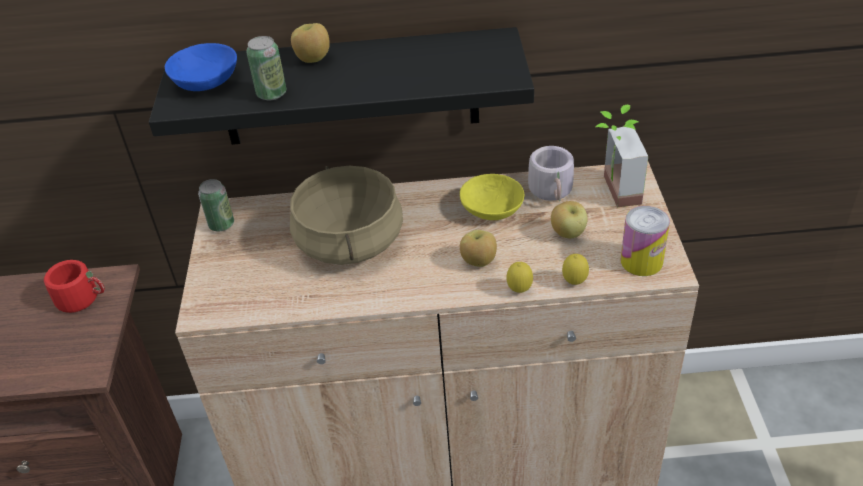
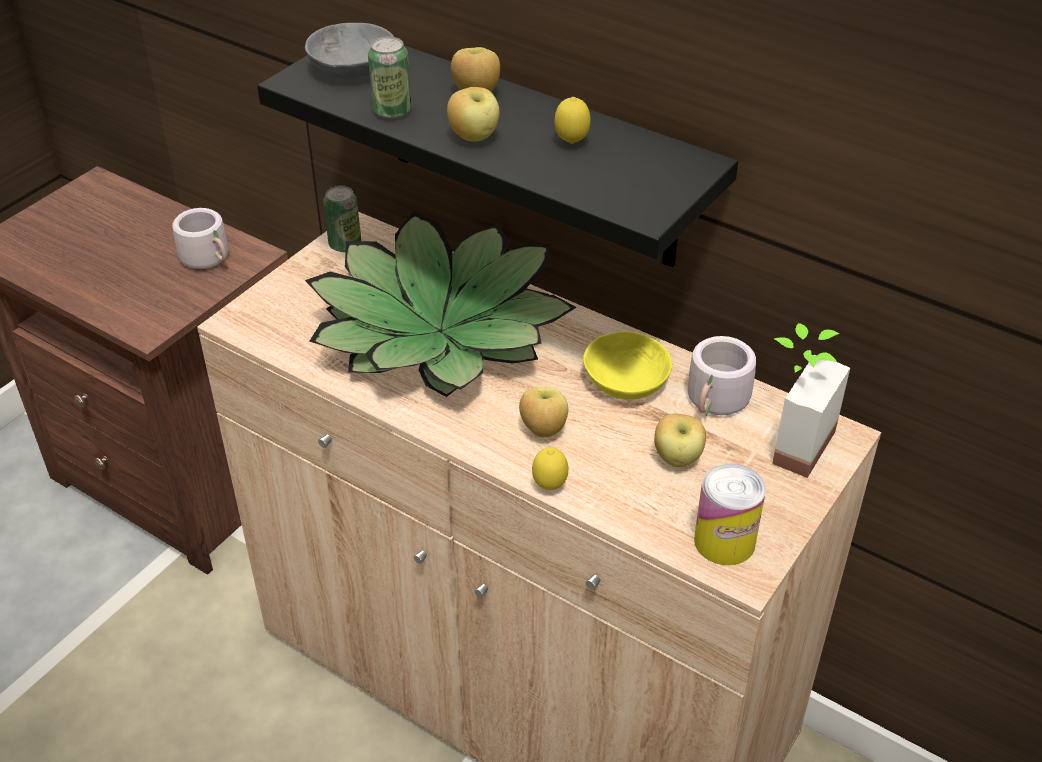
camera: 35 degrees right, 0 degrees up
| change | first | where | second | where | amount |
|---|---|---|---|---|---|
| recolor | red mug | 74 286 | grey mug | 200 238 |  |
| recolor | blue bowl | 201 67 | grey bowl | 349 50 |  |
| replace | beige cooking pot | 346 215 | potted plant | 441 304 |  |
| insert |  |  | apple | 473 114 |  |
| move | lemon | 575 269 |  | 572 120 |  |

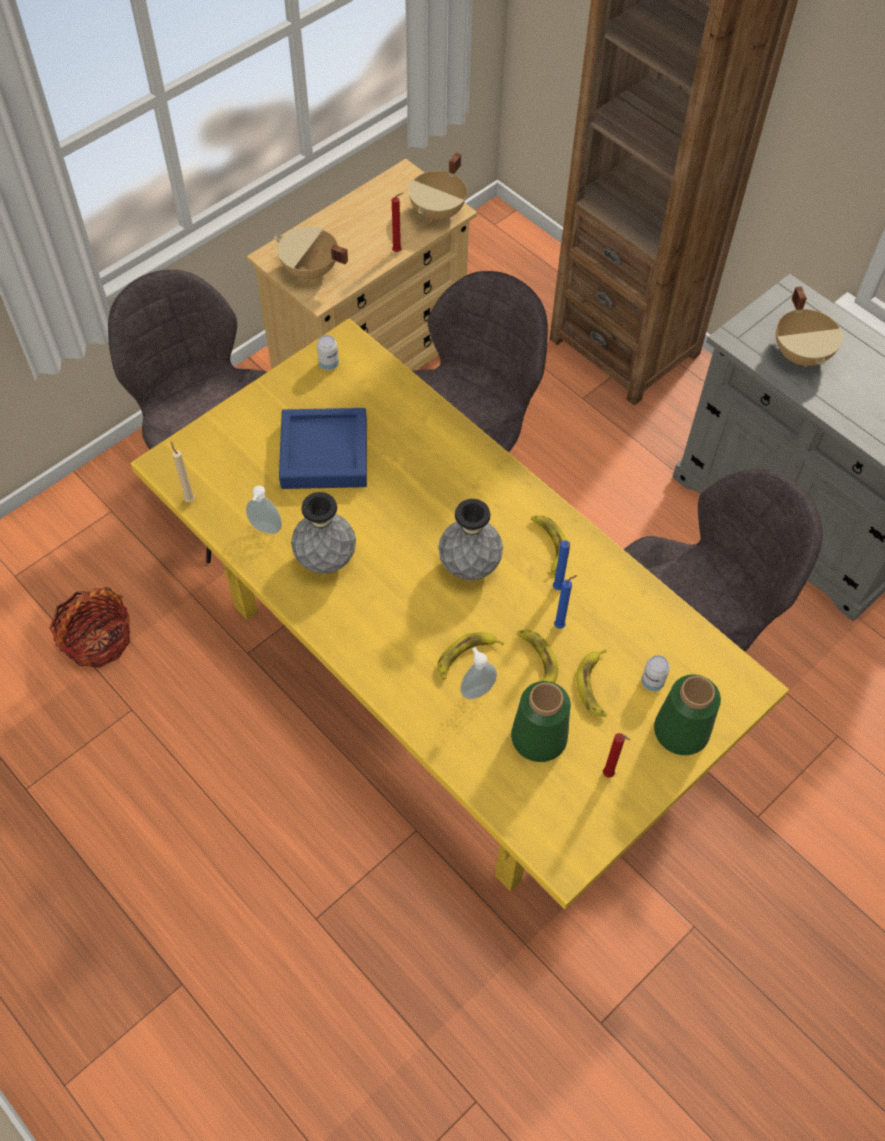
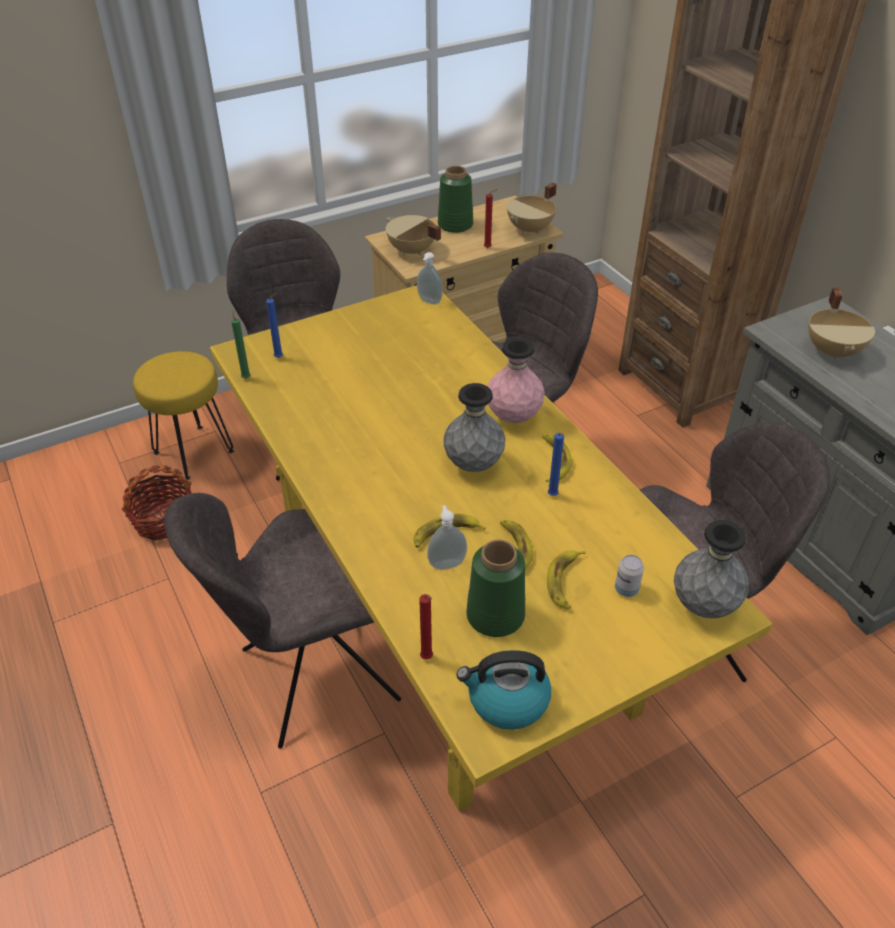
camera: 15 degrees right, 15 degrees down
| change | first | where | second | where | amount |
|---|---|---|---|---|---|
| insert |  |  | yellow stool | 183 415 |  |
| insert |  |  | grey chair | 282 621 |  |
| recolor | beige candle | 183 472 | green candle | 241 344 |  |
| move | blue candle | 566 602 |  | 274 325 |  |
| move | soap dispenser | 264 510 |  | 430 278 |  |
| move | red candle | 616 755 |  | 426 627 |  |
| move | green vase | 687 714 |  | 455 199 |  |
| insert |  |  | kettle | 503 690 |  |
| insert |  |  | pink vase | 516 380 |  |
| move | grey vase | 323 533 |  | 711 569 |  |
| delete | blue tray | 323 448 |  |  |  |
| delete | can | 328 352 |  |  |  |

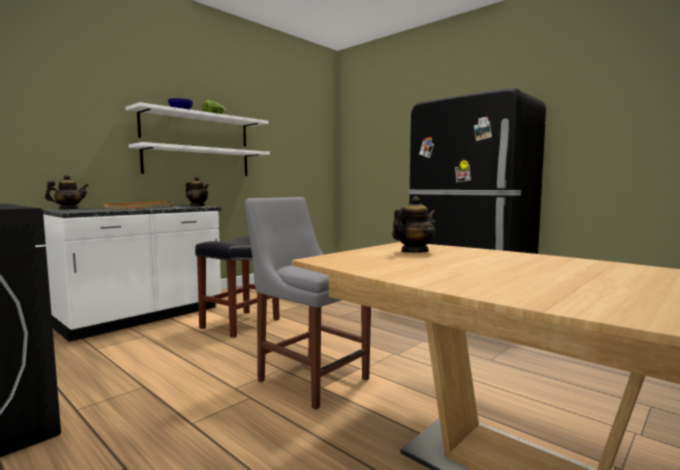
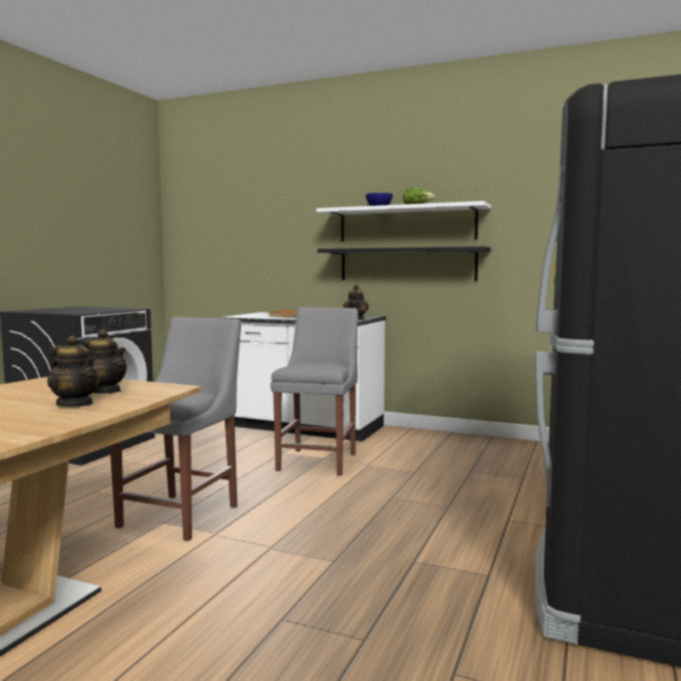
camera: 70 degrees right, 0 degrees up
| change | first | where | second | where | amount |
|---|---|---|---|---|---|
| move | teapot | 67 192 |  | 73 371 |  |
| replace | black stool | 237 287 | grey chair | 314 391 |  |
| recolor | white shelf | 199 159 | black shelf | 404 263 |  |

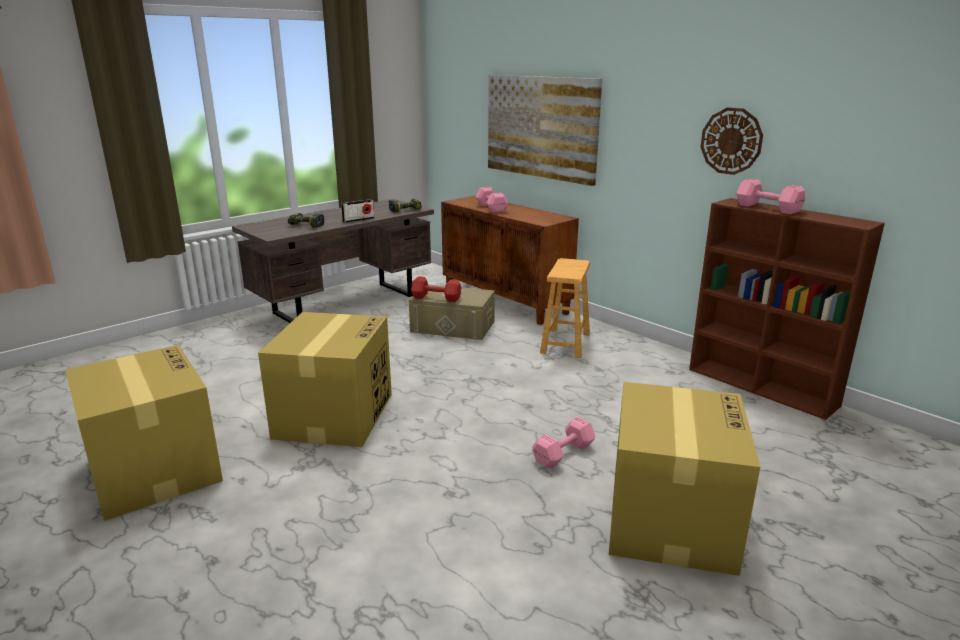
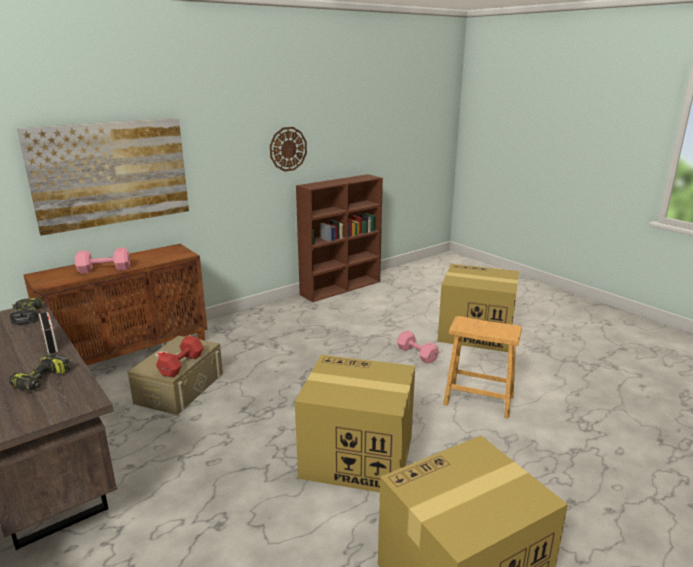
camera: 85 degrees left, 0 degrees up
| change | first | where | second | where | amount |
|---|---|---|---|---|---|
| move | brown stool | 565 308 |  | 482 367 |  |
| delete | pink dumbbell | 771 196 |  |  |  |

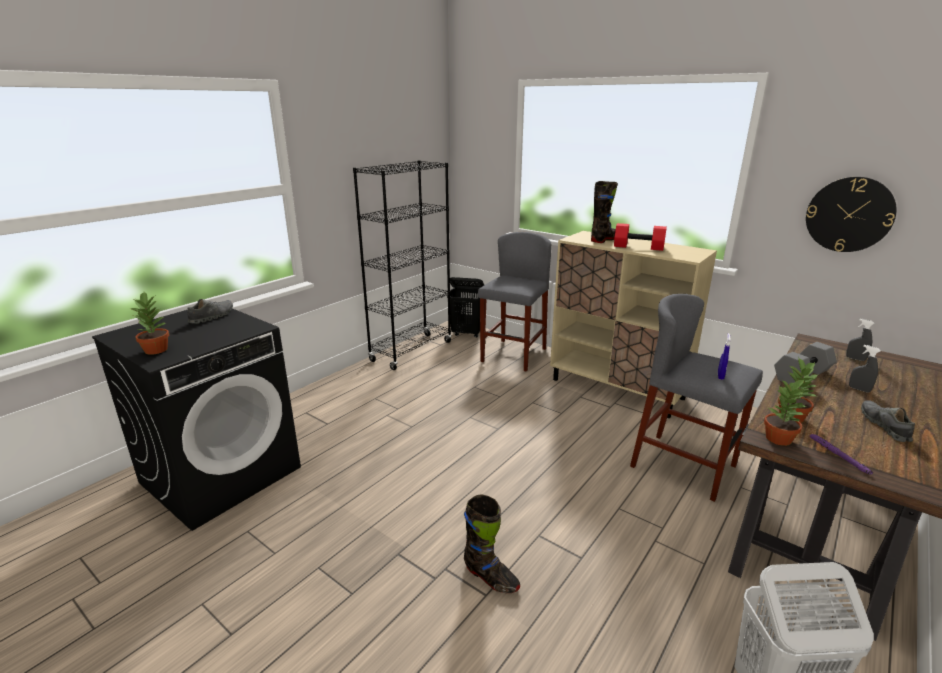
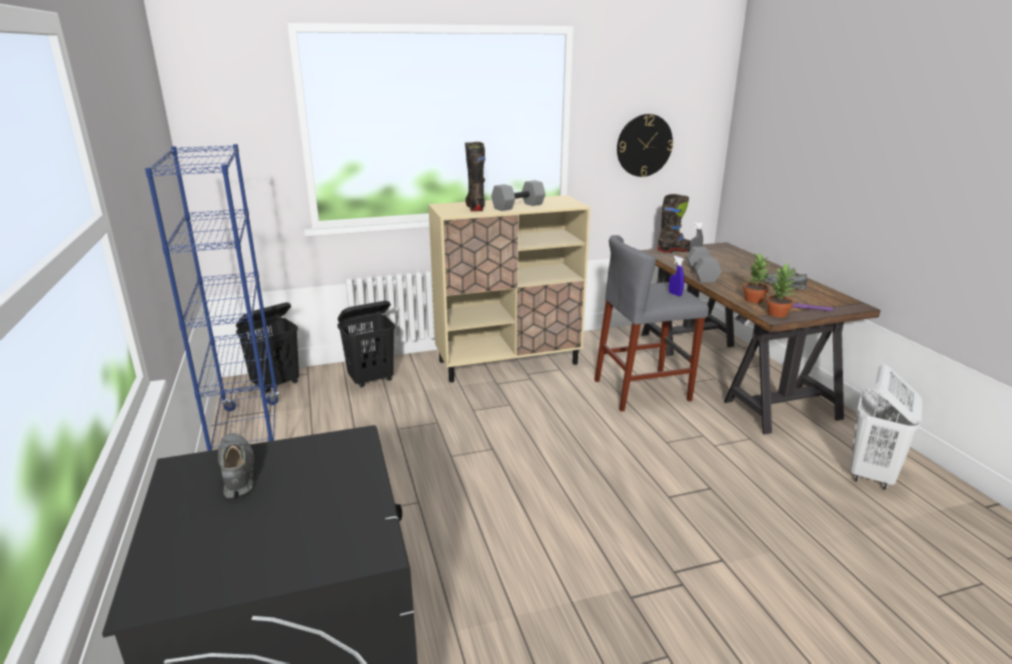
camera: 55 degrees left, 0 degrees up
| change | first | where | second | where | amount |
|---|---|---|---|---|---|
| recolor | black bookcase | 402 265 | blue bookcase | 212 297 |  |
| replace | grey stool | 514 302 | black laundry basket | 366 344 |  |
| recolor | red dumbbell | 640 237 | grey dumbbell | 518 195 |  |
| move | black boot | 492 543 |  | 674 223 |  |
| delete | potted plant | 149 323 |  |  |  |
| delete | grey spray bottle | 865 369 |  |  |  |

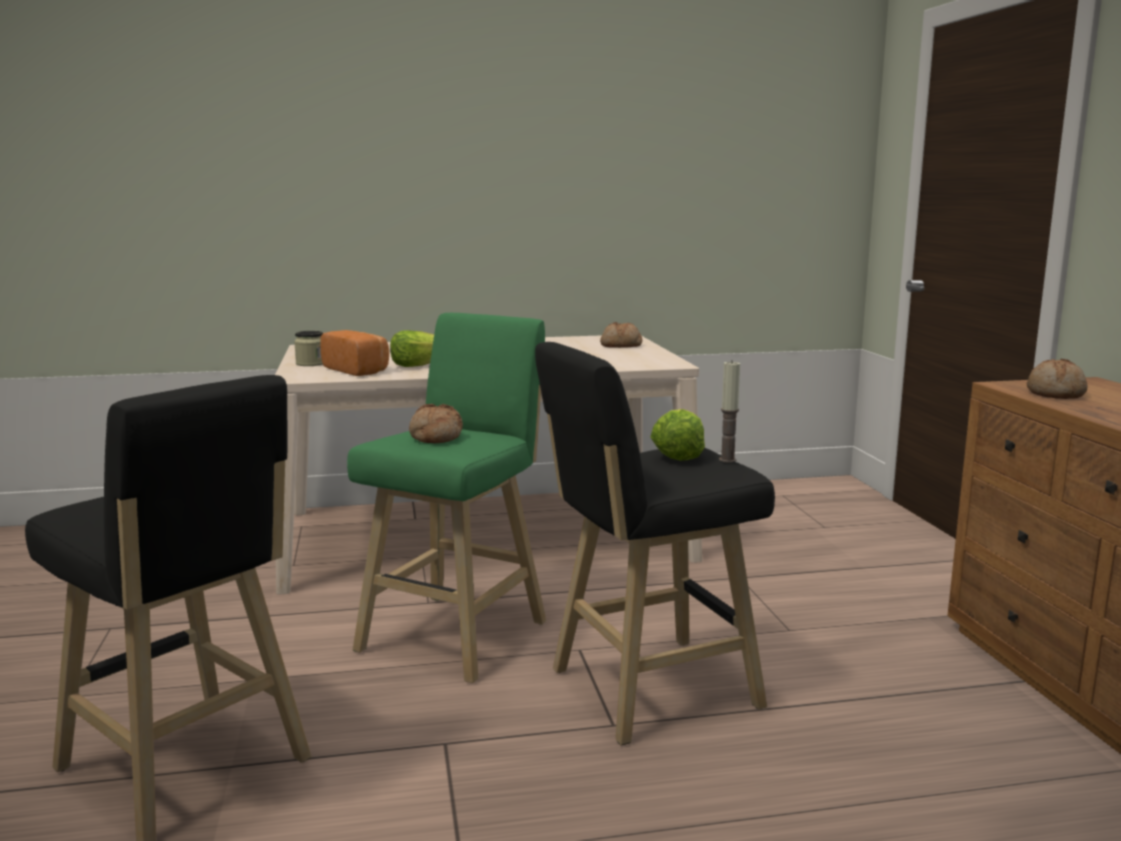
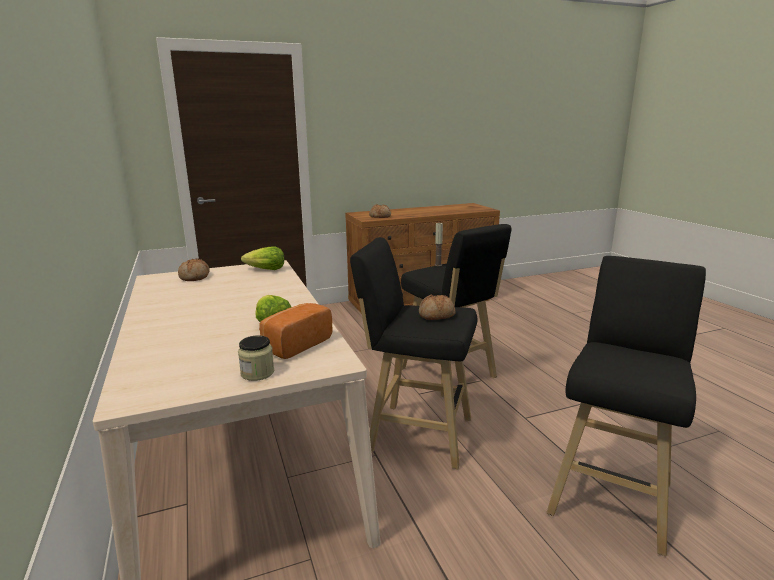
camera: 100 degrees left, 5 degrees up
| change | first | where | second | where | amount |
|---|---|---|---|---|---|
| move | lettuce | 677 435 |  | 262 258 |  |
| recolor | green stool | 446 498 | black stool | 413 353 |  |

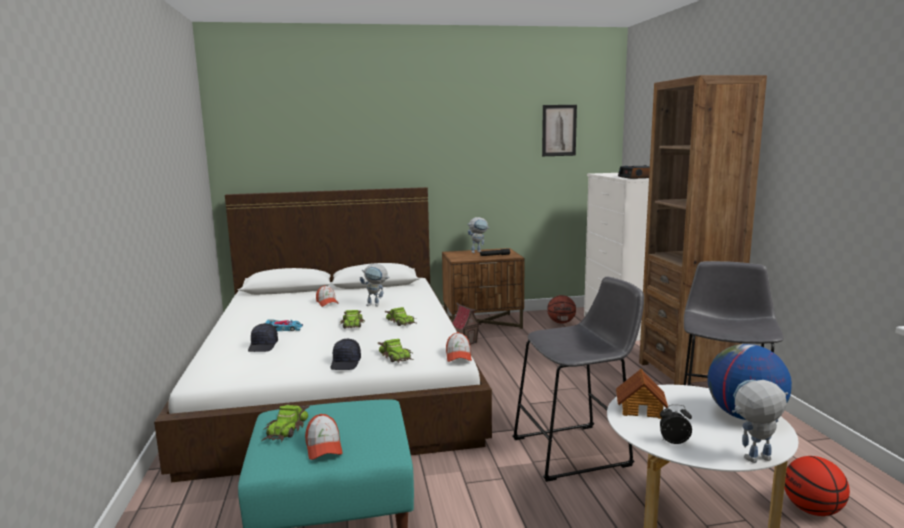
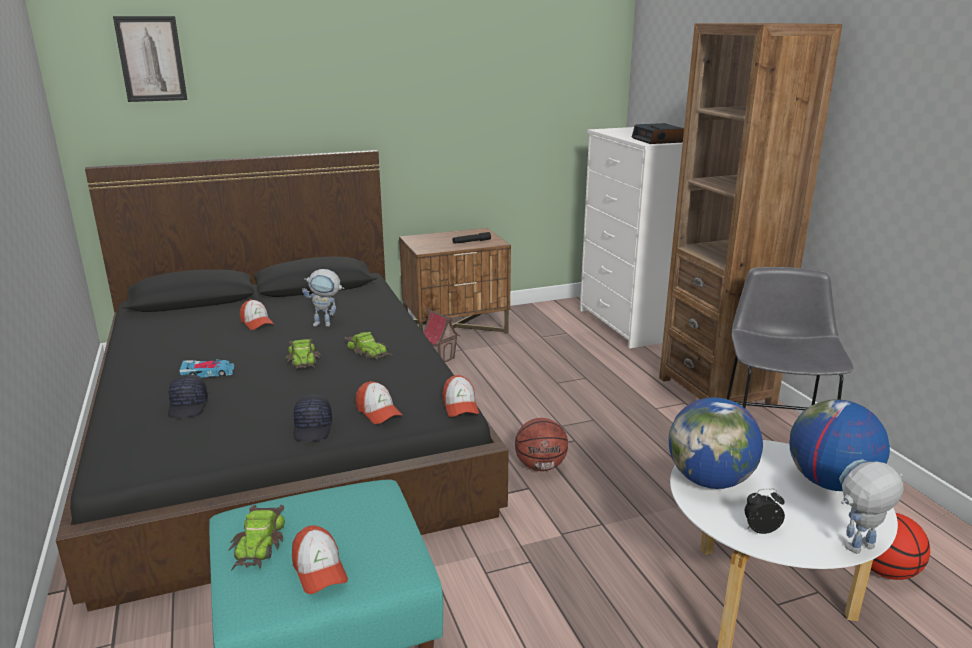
camera: 10 degrees left, 10 degrees up
| change | first | where | second | where | amount |
|---|---|---|---|---|---|
| recolor | white bed | 323 334 | black bed | 282 381 |  |
| move | picture | 559 130 |  | 150 59 |  |
| replace | toy car | 395 351 | cap | 378 402 |  |
| move | basketball | 561 309 |  | 541 444 |  |
| replace | toy house | 642 394 | globe | 716 443 |  |
| delete | toy robot | 478 235 |  |  |  |
| delete | grey stool | 578 379 |  |  |  |

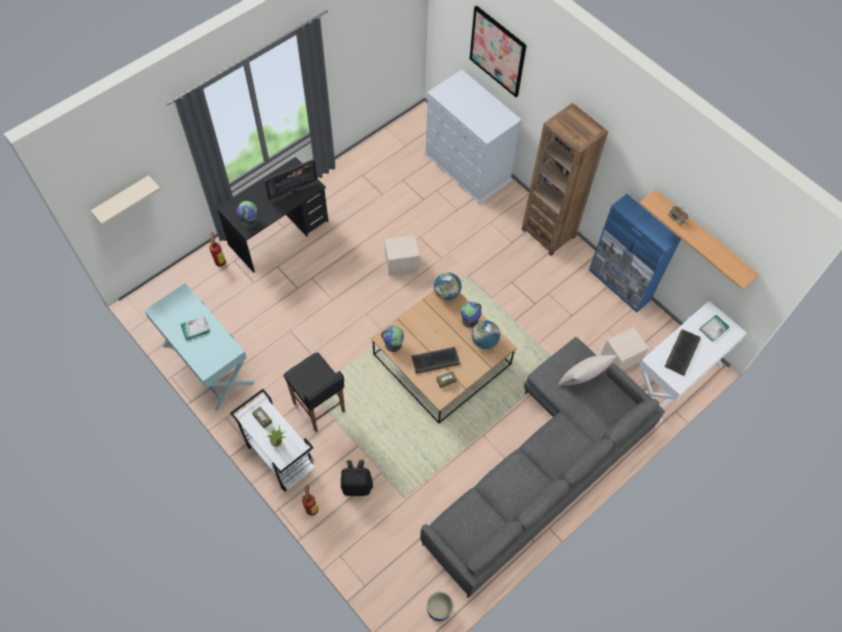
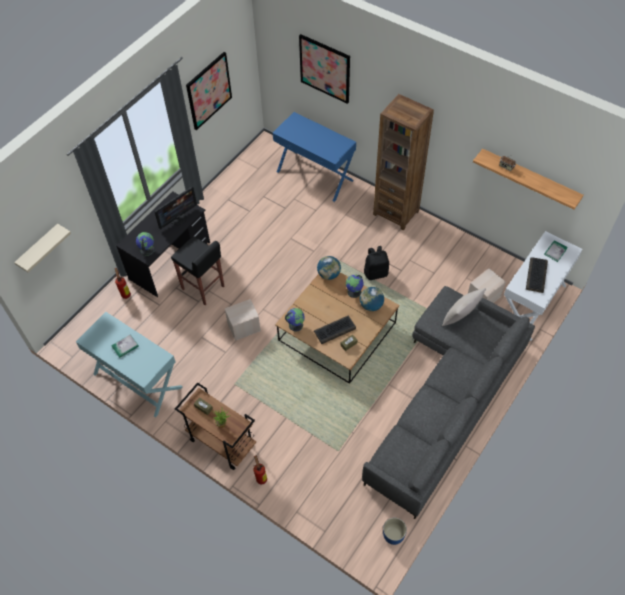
camera: 10 degrees left, 5 degrees down
| change | first | where | second | where | amount |
|---|---|---|---|---|---|
| move | black stool | 314 392 |  | 197 270 |  |
| recolor | white cart | 273 440 | brown cart | 215 426 |  |
| insert |  |  | picture | 209 91 |  |
| move | beige storage box | 401 255 |  | 243 320 |  |
| replace | white dresser | 473 137 | blue console table | 314 157 |  |
| move | black backpack | 357 478 |  | 376 263 |  |
| delete | blue cabinet | 635 253 |  |  |  |

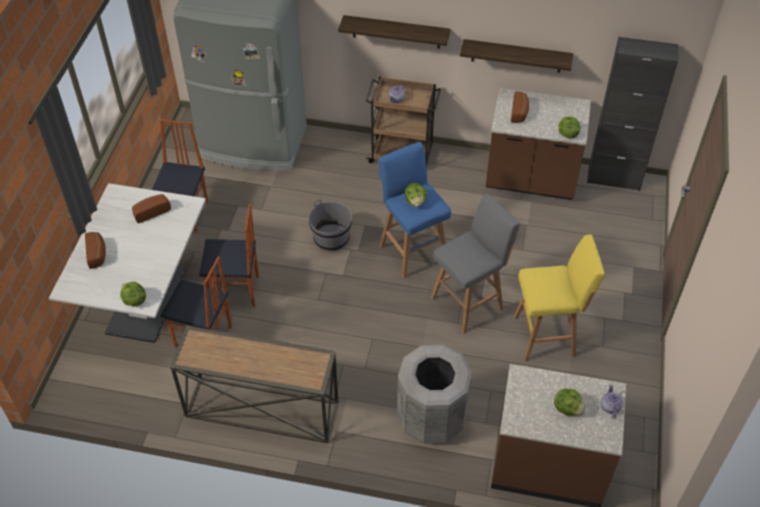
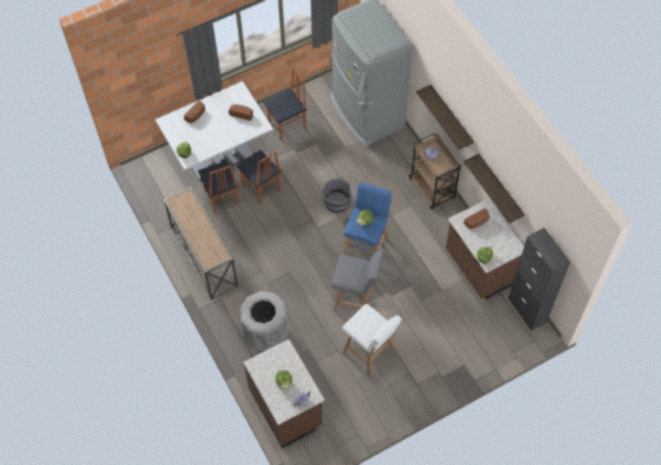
camera: 50 degrees right, 10 degrees up
| change | first | where | second | where | amount |
|---|---|---|---|---|---|
| recolor | yellow stool | 559 297 | white stool | 372 340 |  |

